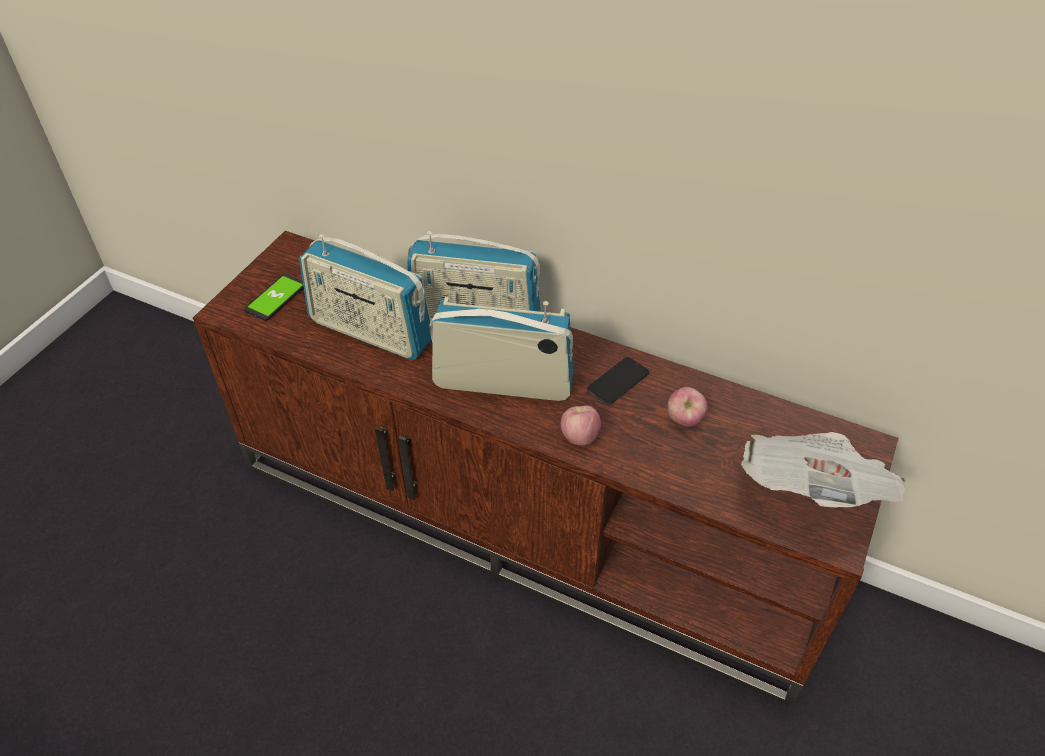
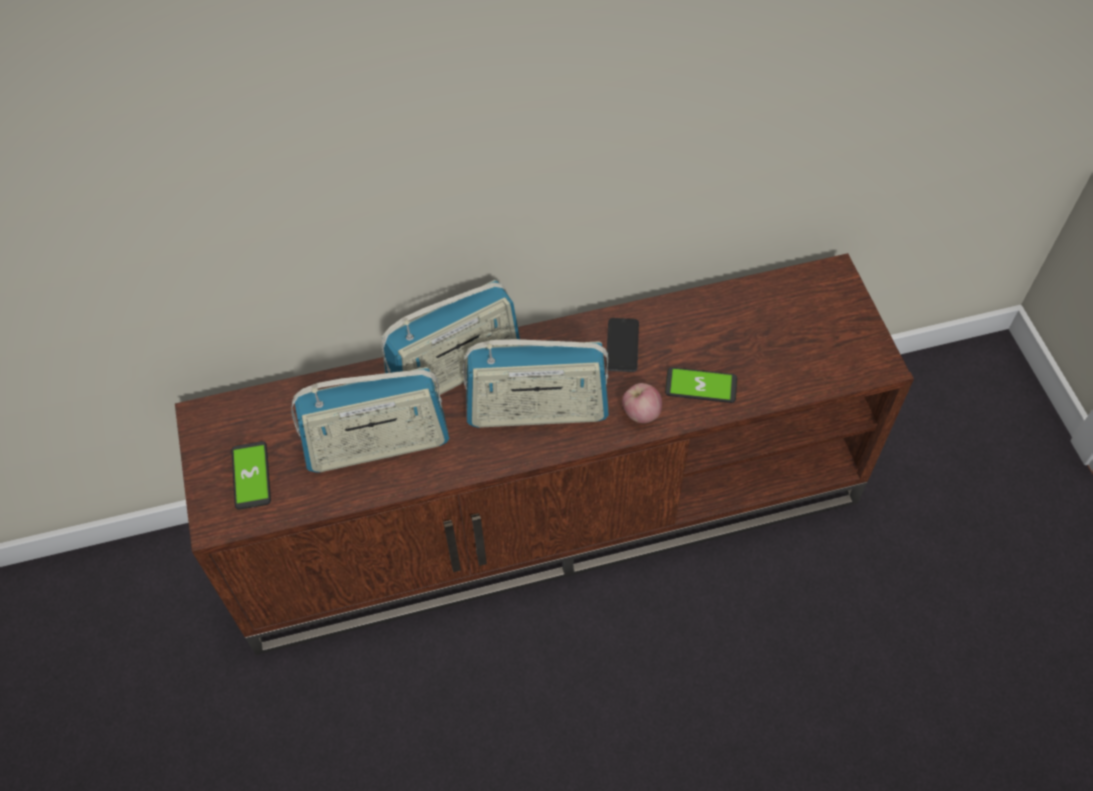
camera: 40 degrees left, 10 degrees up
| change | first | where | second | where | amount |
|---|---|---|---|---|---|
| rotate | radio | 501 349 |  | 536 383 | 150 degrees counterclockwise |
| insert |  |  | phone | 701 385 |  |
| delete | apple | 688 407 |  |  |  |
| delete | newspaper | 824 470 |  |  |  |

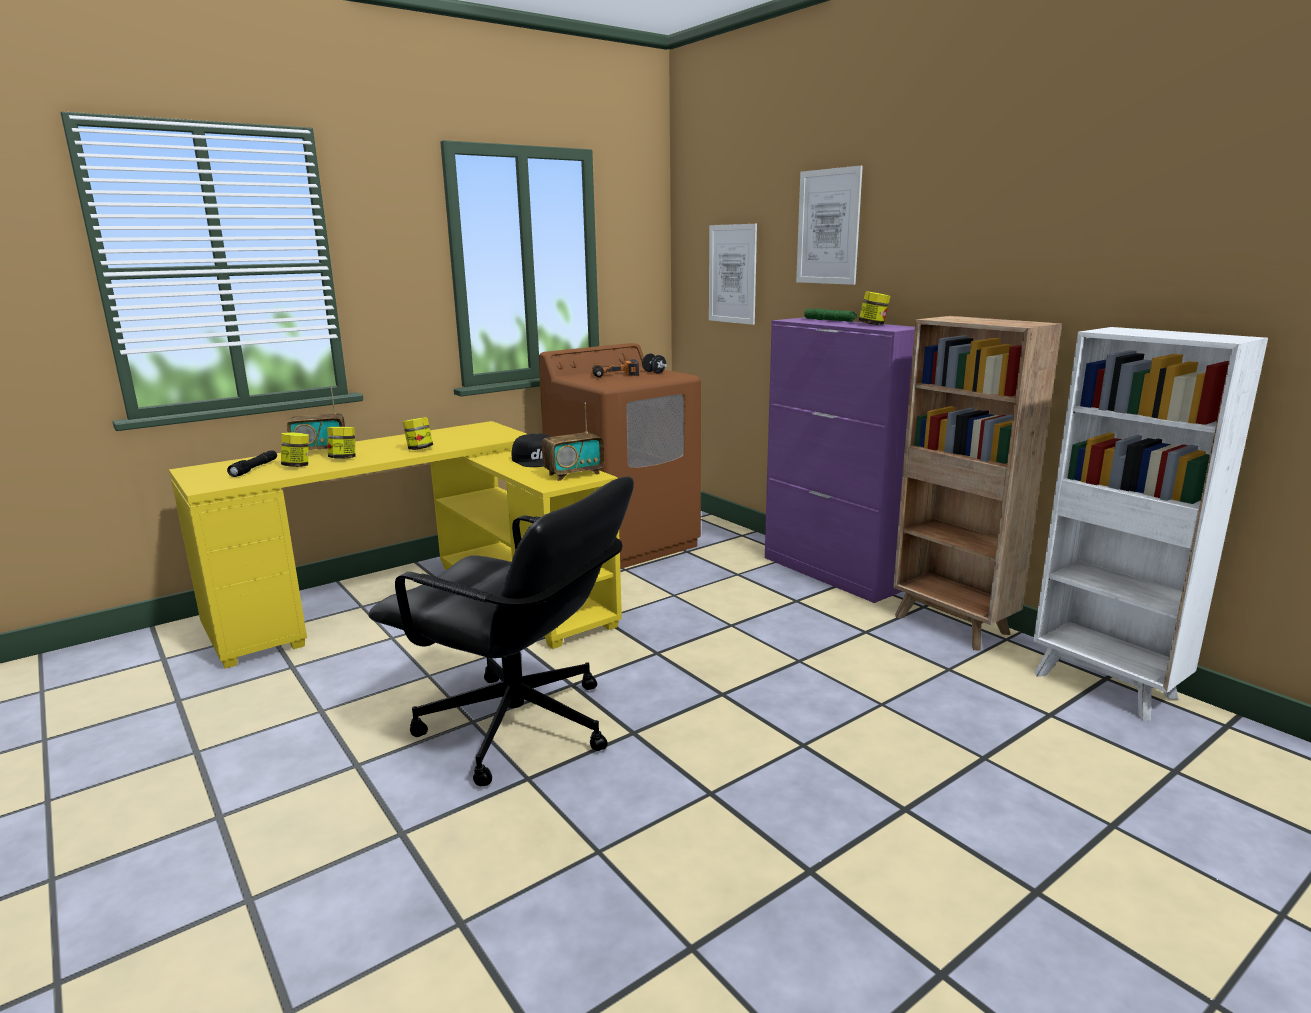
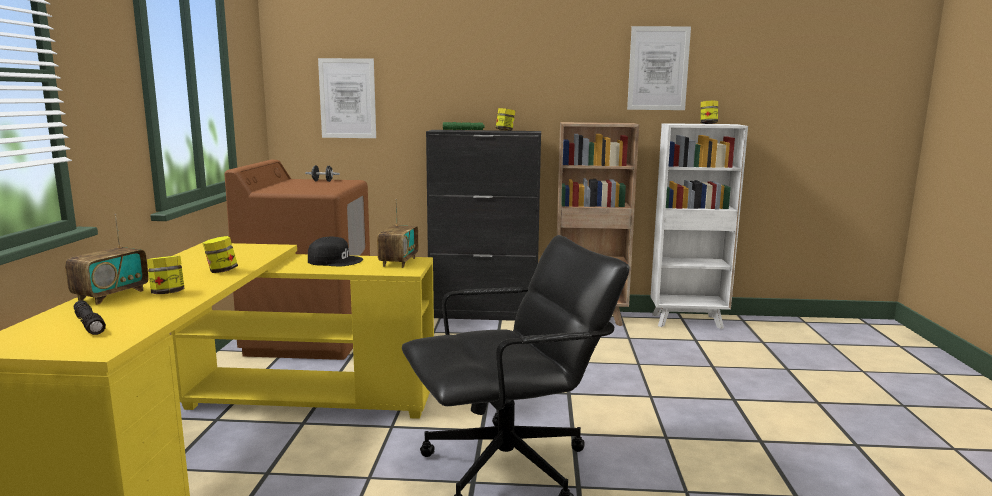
camera: 50 degrees left, 5 degrees down
| change | first | where | second | where | amount |
|---|---|---|---|---|---|
| recolor | purple cabinet | 840 460 | black cabinet | 483 225 |  |
| move | picture | 829 225 |  | 659 68 |  |
| move | jar | 295 449 |  | 709 112 |  |
| delete | power drill | 615 368 |  |  |  |

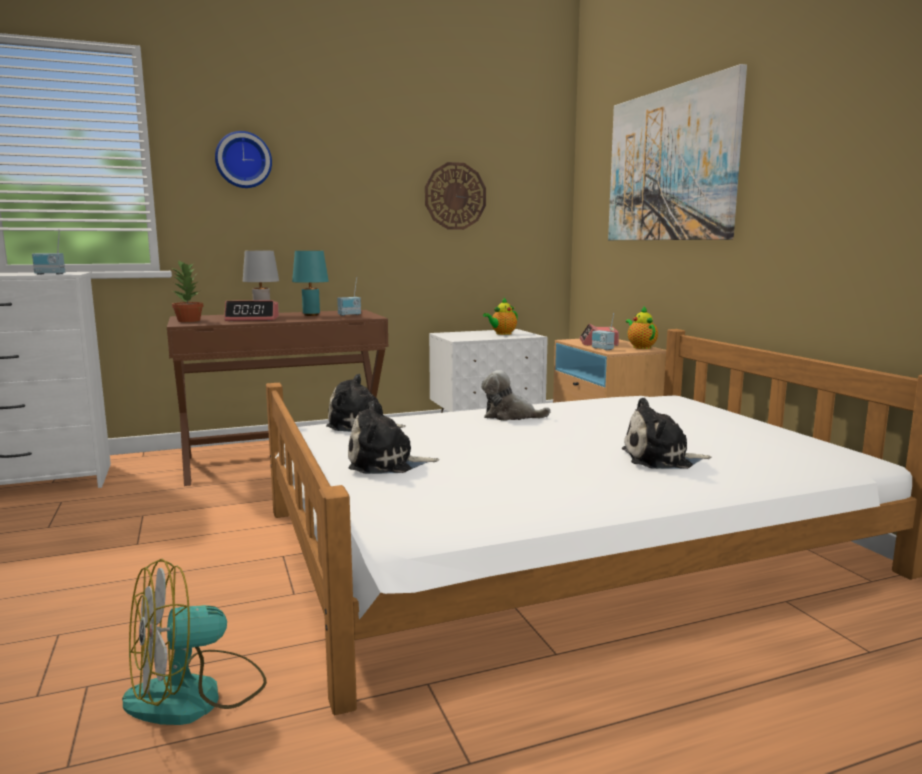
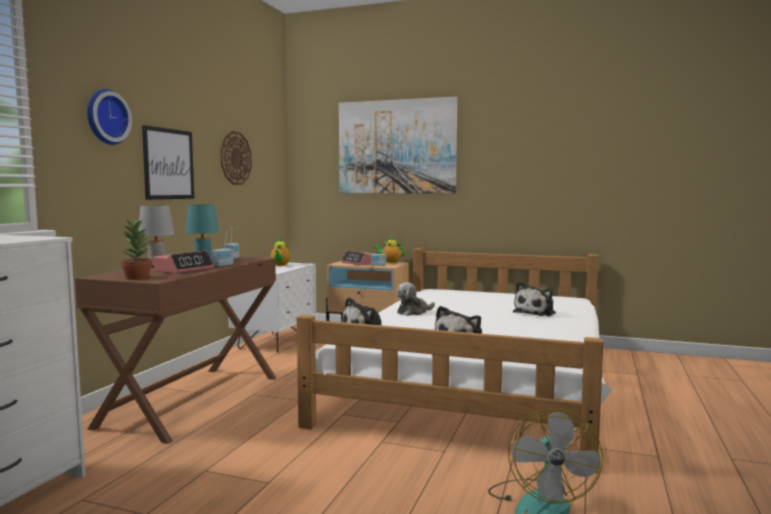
camera: 50 degrees left, 5 degrees down
| change | first | where | second | where | amount |
|---|---|---|---|---|---|
| insert |  |  | picture | 168 162 |  |
| move | radio | 48 252 |  | 222 248 |  |

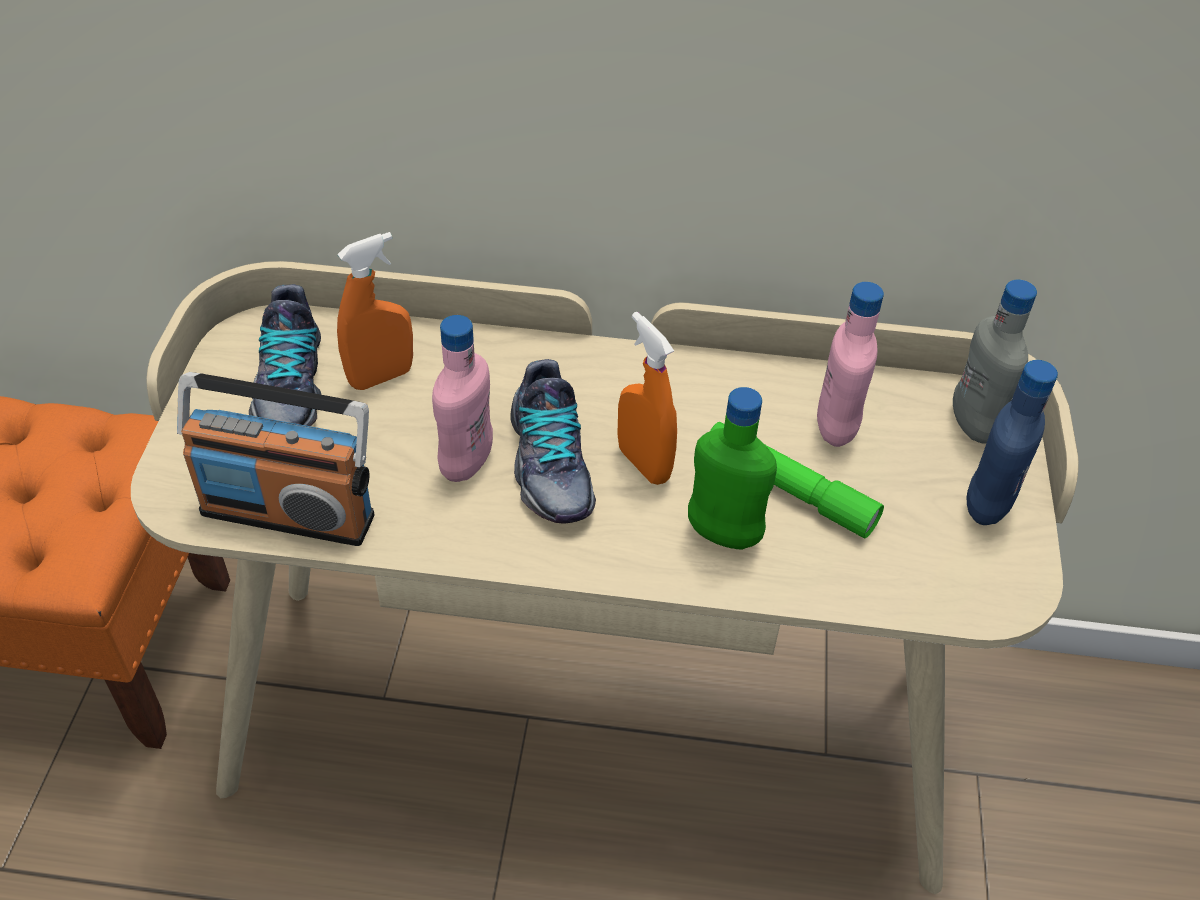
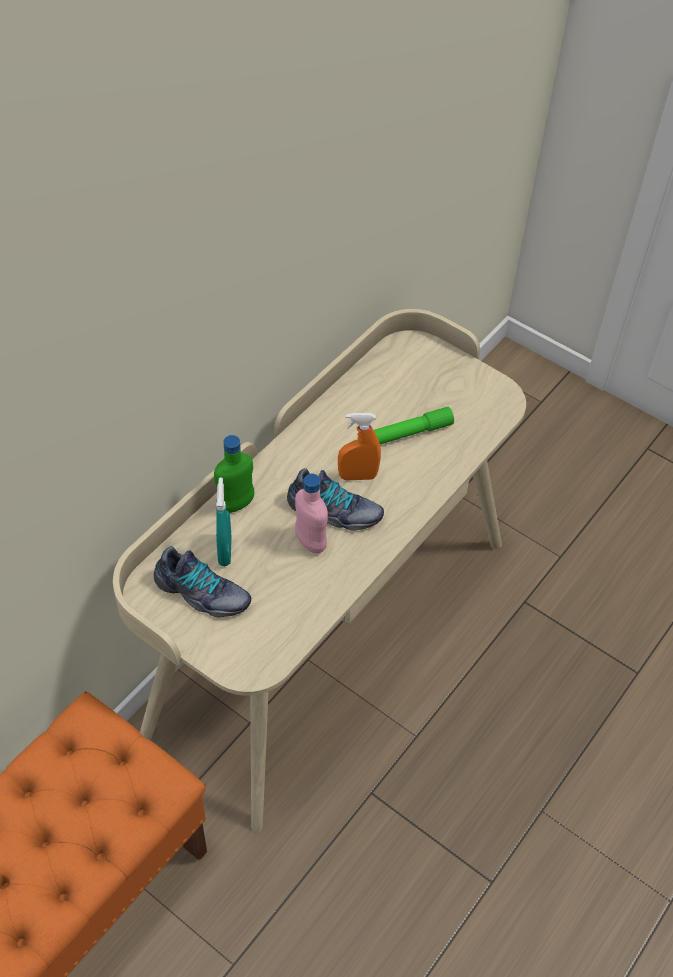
camera: 60 degrees left, 5 degrees up
| change | first | where | second | where | amount |
|---|---|---|---|---|---|
| move | green bottle | 732 468 |  | 234 474 |  |
| recolor | orange spray bottle | 375 311 | turquoise spray bottle | 224 522 |  |
| delete | radio | 275 459 |  |  |  |
| delete | pink bottle | 850 364 |  |  |  |
| delete | grey bottle | 995 361 |  |  |  |
| delete | blue bottle | 1012 442 |  |  |  |

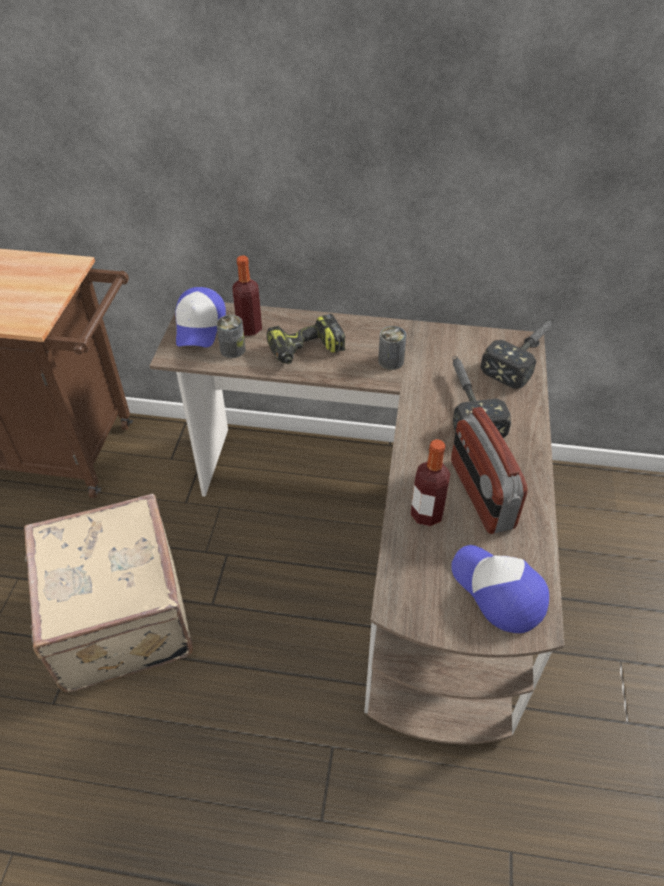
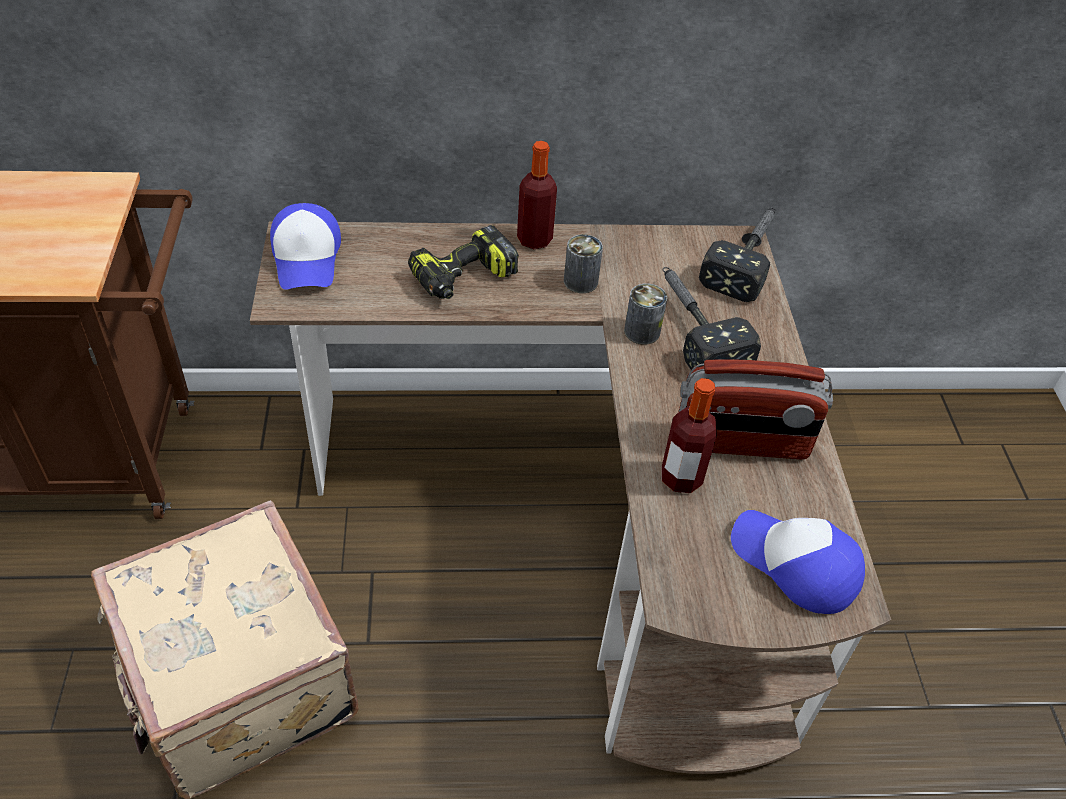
camera: 15 degrees left, 0 degrees up
| change | first | where | second | where | amount |
|---|---|---|---|---|---|
| move | bottle | 247 295 |  | 537 195 |  |
| move | can | 231 336 |  | 645 314 |  |
| rotate | radio | 489 470 |  | 755 409 | 60 degrees counterclockwise |

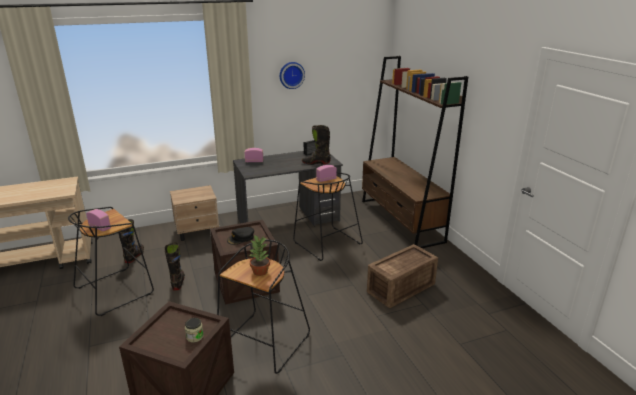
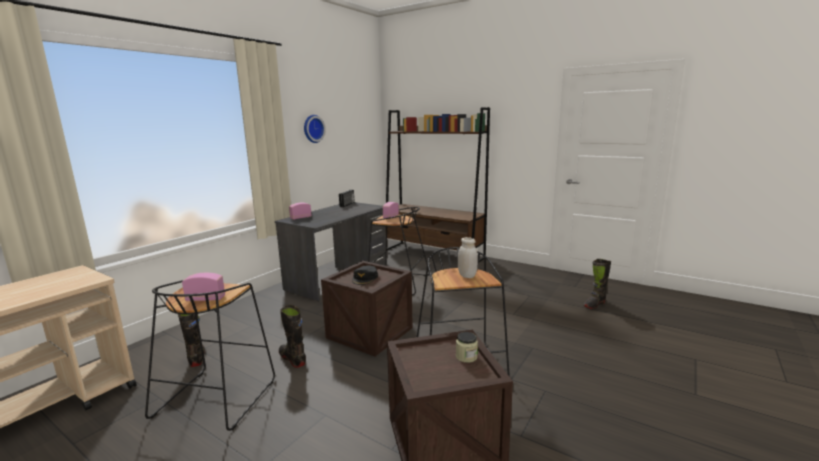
camera: 35 degrees left, 10 degrees down
| change | first | where | second | where | amount |
|---|---|---|---|---|---|
| replace | potted plant | 259 255 | white jar | 468 257 |  |
| move | black boot | 316 145 |  | 597 284 |  |
| delete | beige nightstand | 194 213 |  |  |  |
| delete | crate | 402 276 |  |  |  |

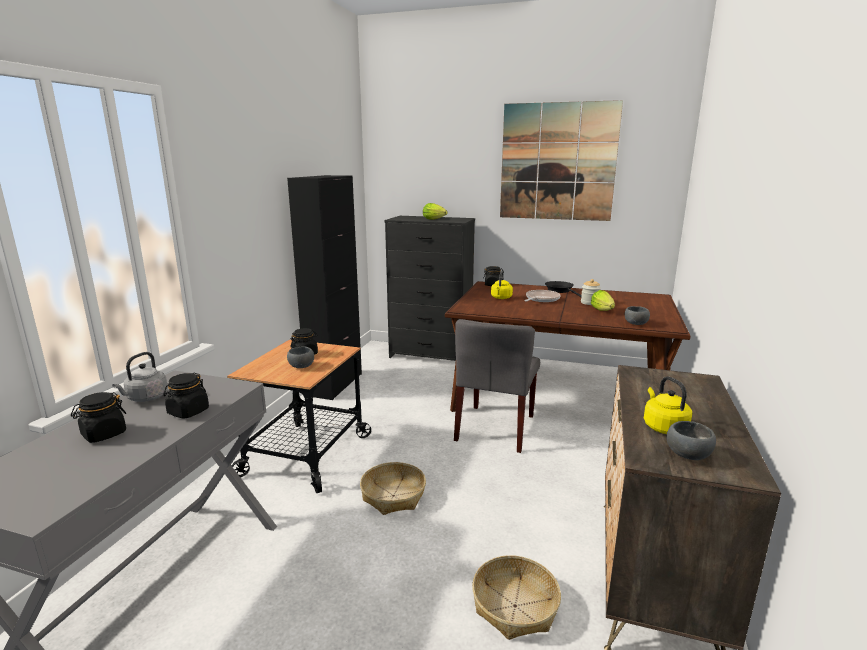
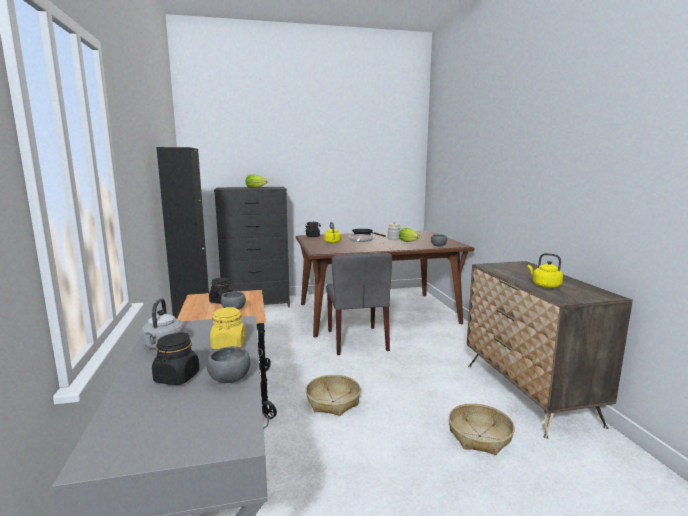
camera: 30 degrees left, 5 degrees down
| change | first | where | second | where | amount |
|---|---|---|---|---|---|
| move | grey bowl | 691 440 |  | 228 364 |  |
| recolor | black jar | 186 396 | yellow jar | 228 328 |  |
| delete | picture | 561 160 |  |  |  |

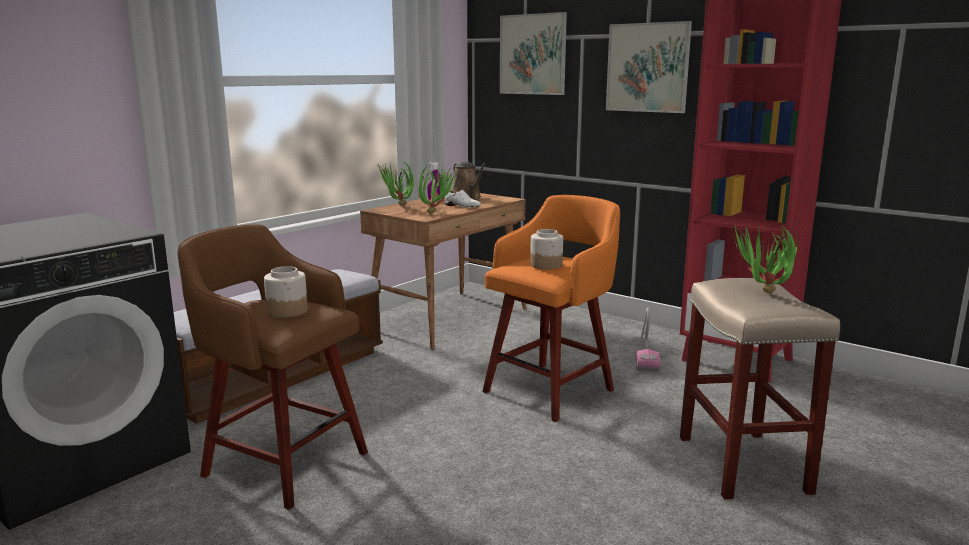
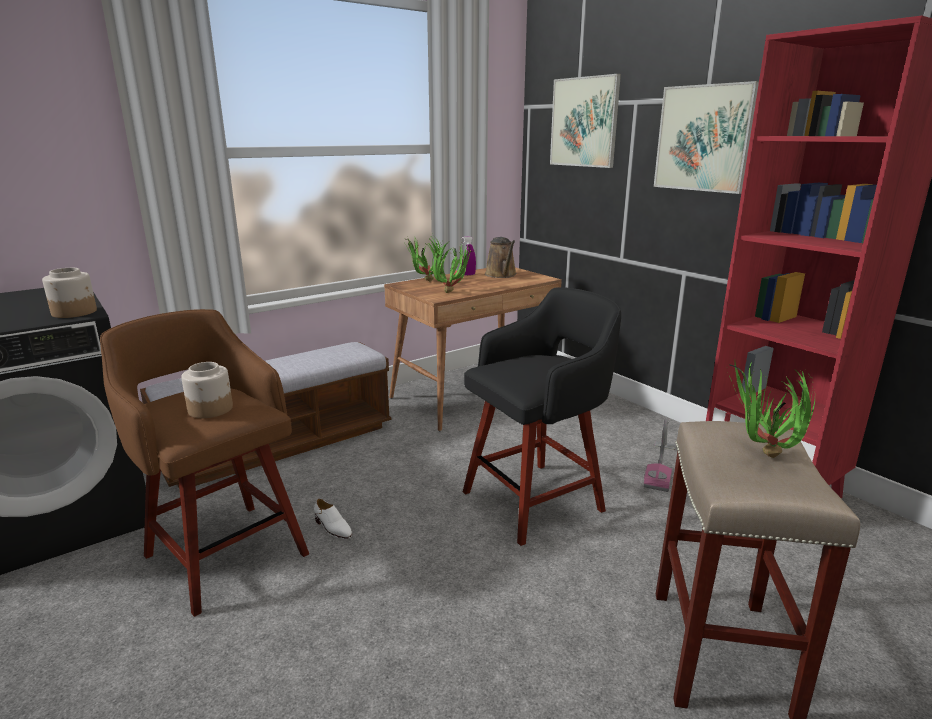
camera: 15 degrees right, 5 degrees up
| change | first | where | second | where | amount |
|---|---|---|---|---|---|
| move | jar | 546 249 |  | 69 293 |  |
| move | white shoe | 463 198 |  | 333 519 |  |
| recolor | orange stool | 551 308 | black stool | 542 416 |  |

